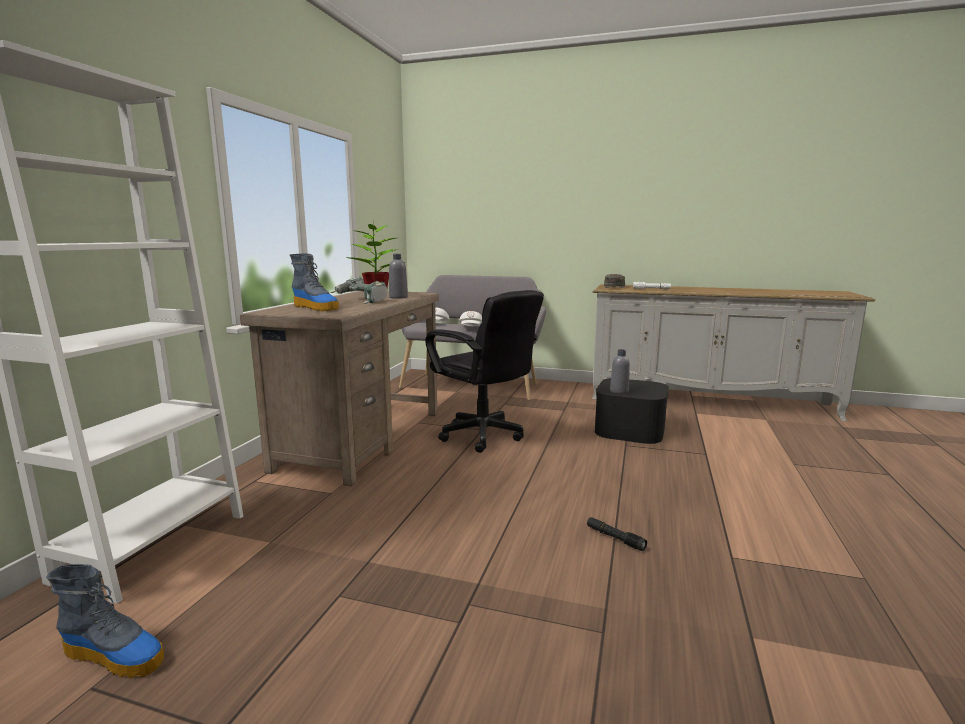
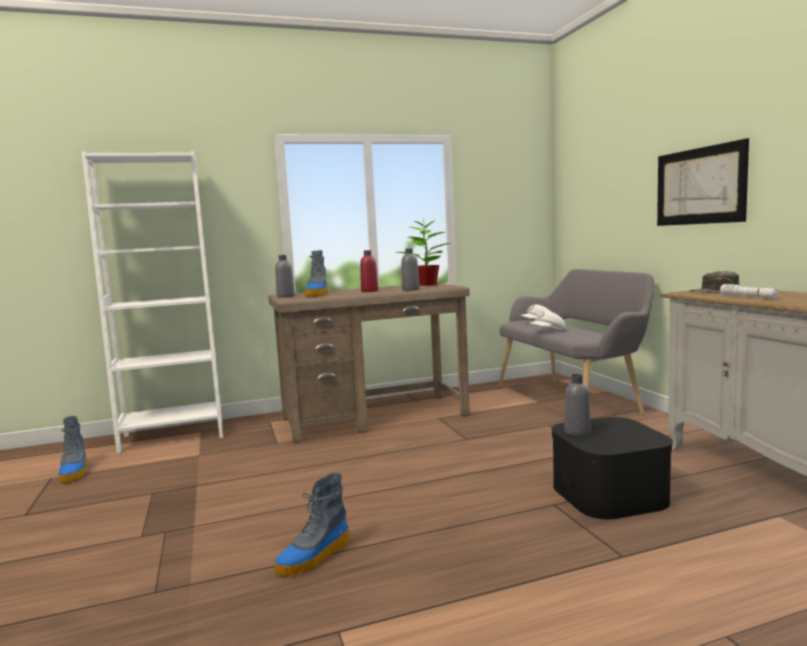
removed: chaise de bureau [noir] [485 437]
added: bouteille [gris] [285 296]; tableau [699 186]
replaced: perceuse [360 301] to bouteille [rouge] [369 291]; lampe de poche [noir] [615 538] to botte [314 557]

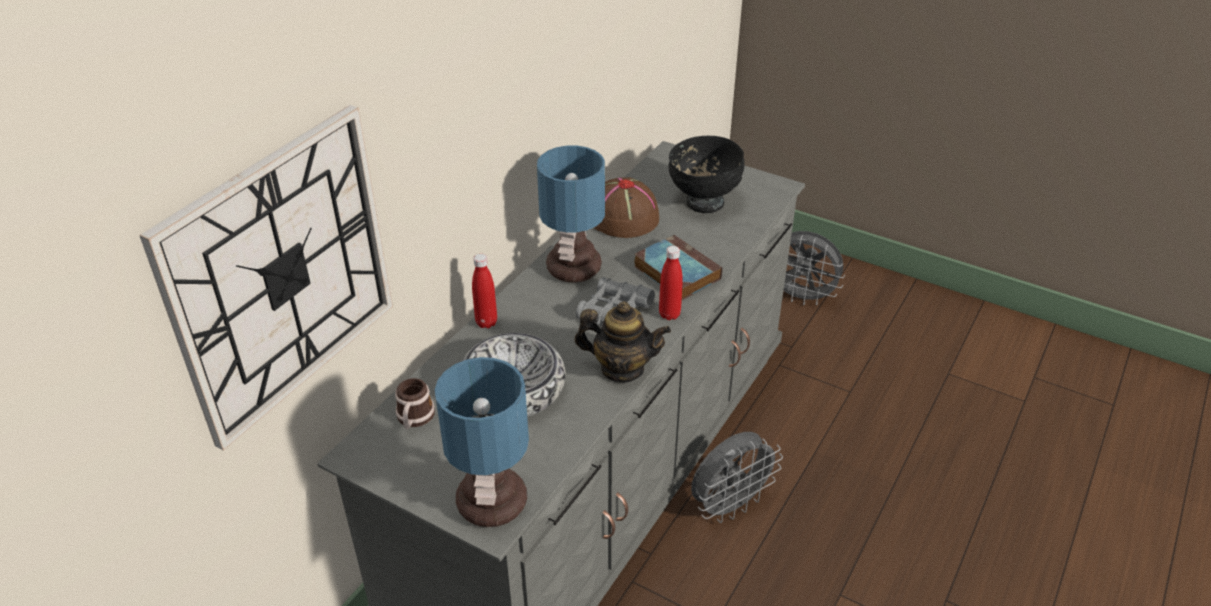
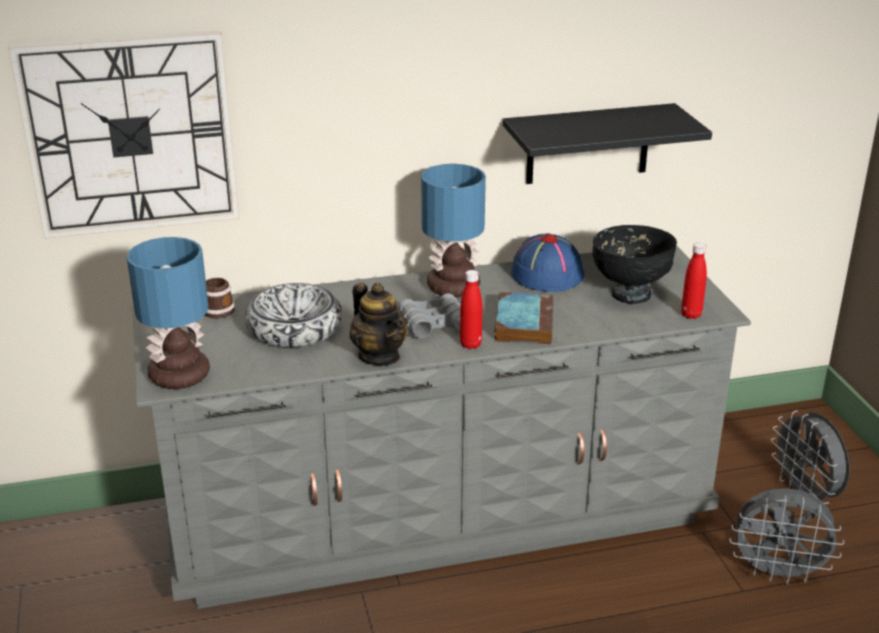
added: étagère [noir] [588 144]
moved: bouteille [rouge] [486 322] to [691 315]; ventilateur [gris] [729 506] to [778 573]
recoloured: chapeau [marron] [622 217] to chapeau [bleu] [546 274]

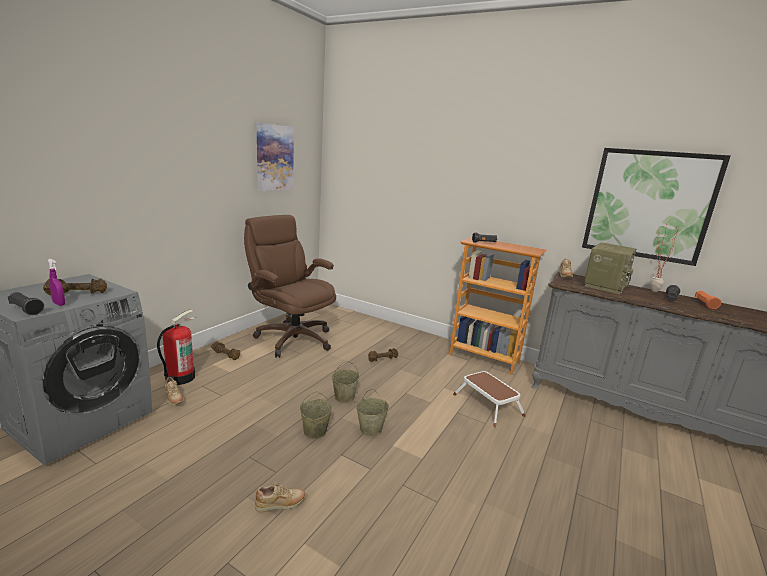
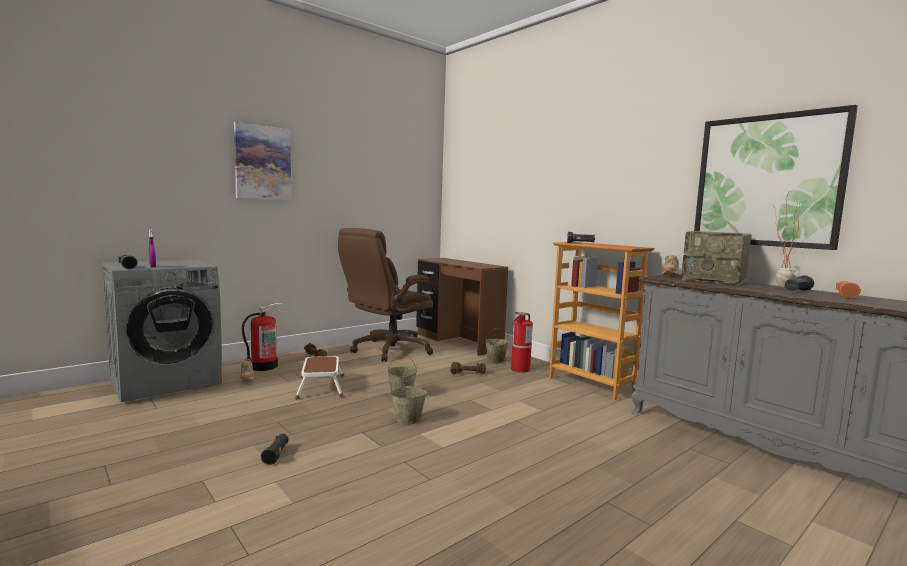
removed: haltère [marron] [78 294]
added: bureau [marron] [457 342]; extincteur [520 369]
moved: tableau [274 158] to [262 163]; seau [beige] [314 432] to [495 361]; escabeau [marron] [488 405] to [321 387]
replaced: chaussure [beige] [280 505] to lampe de poche [noir] [276 455]
turned: chaise de bureau [marron] [291 338] = [386 351] 105 degrees counterclockwise; radio [605 285] = [714 281] 75 degrees clockwise

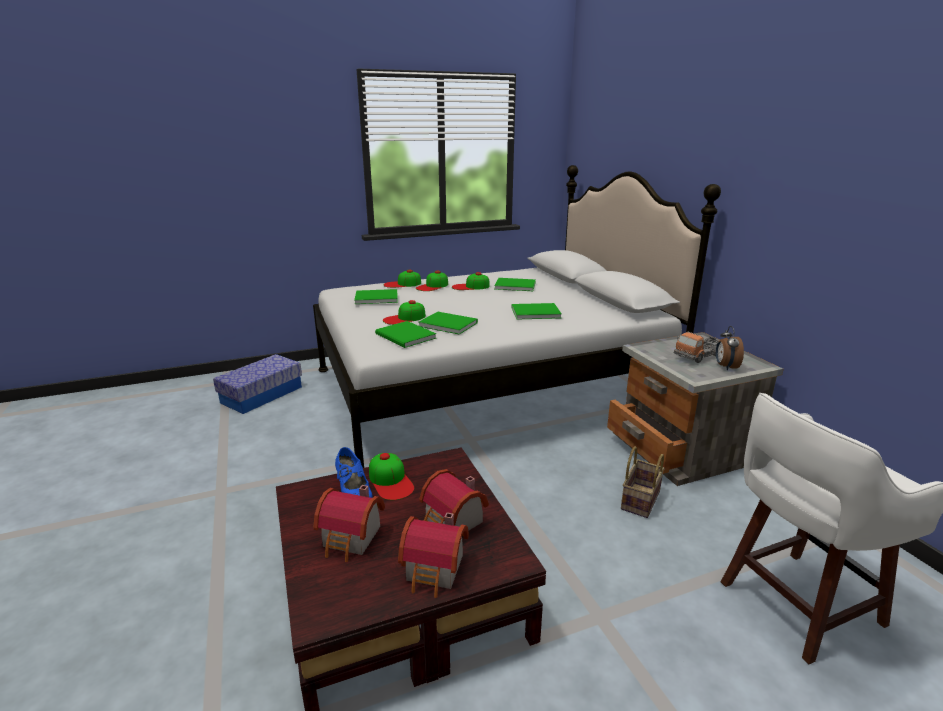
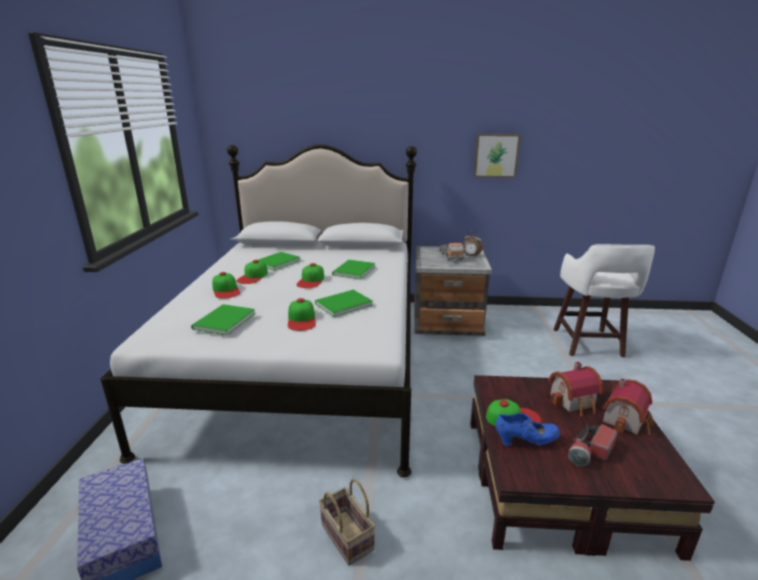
removed: livre [vert] [405 337]
added: tableau [496 155]
moved: casquette [402 284] to [311 280]; panier [639 499] to [345 536]
replaced: maison miniature [351 539] to lampe de poche [590 452]

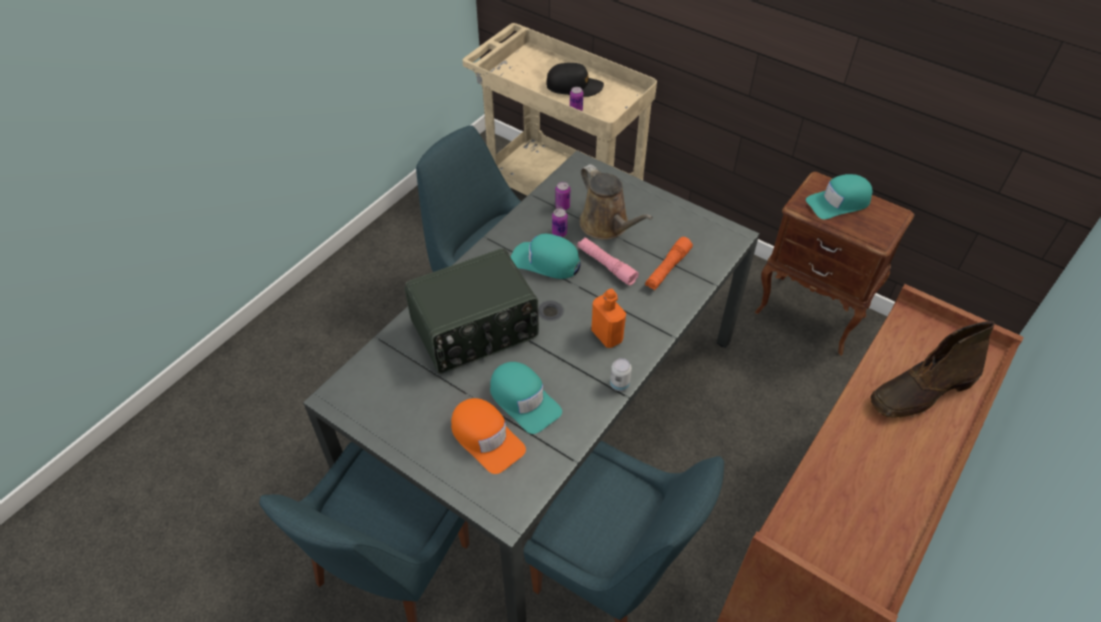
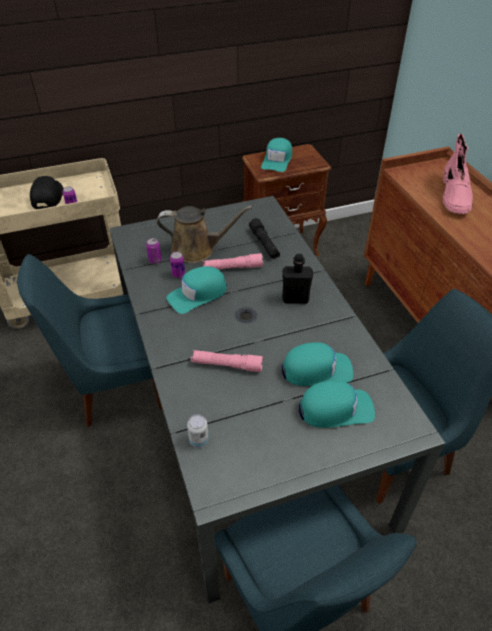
moved: boîte métallique [619 384] to [199 440]
replaced: radio [475 331] to lampe de poche [rose] [227 365]
recoloured: casquette [orange] [486 438] to casquette [turquoise] [336 409]; bouteille [orange] [607 336] to bouteille [noir] [295 299]; lampe de poche [orange] [667 269] to lampe de poche [noir] [264 244]; botte [marron] [921 392] to botte [rose] [455 196]
turned: casquette [noir] [574 86] = [48 197] 45 degrees counterclockwise

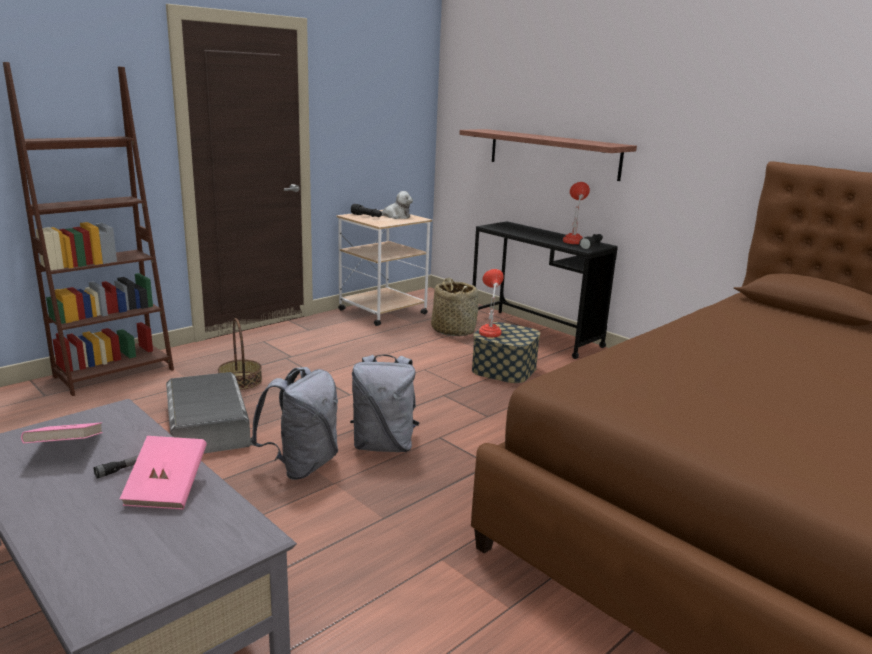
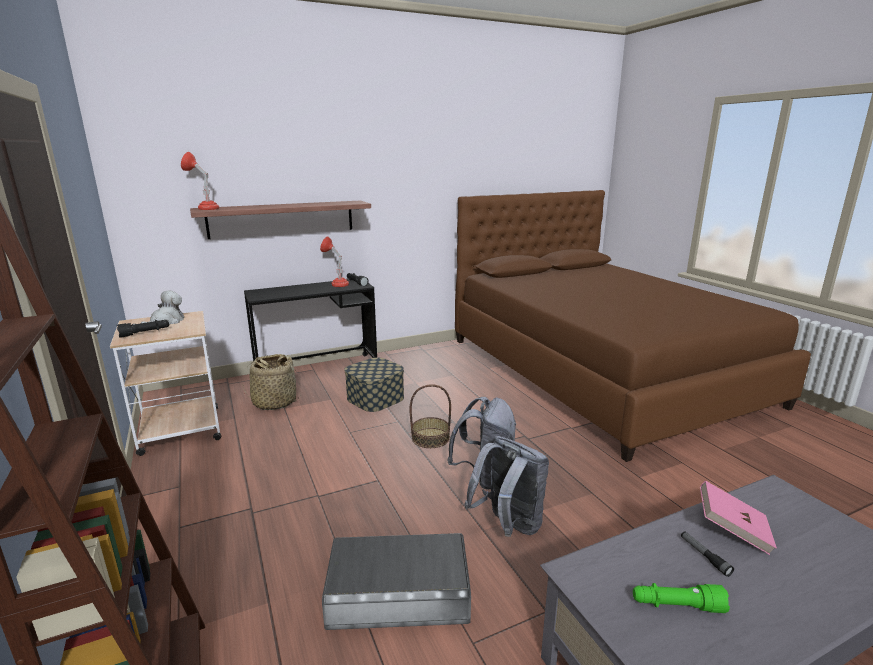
moved: panier [240 381] to [430 438]; lampe de table [rouge] [489 331] to [204 208]
replaced: livre [rose] [66 449] to lampe de poche [vert] [676 606]

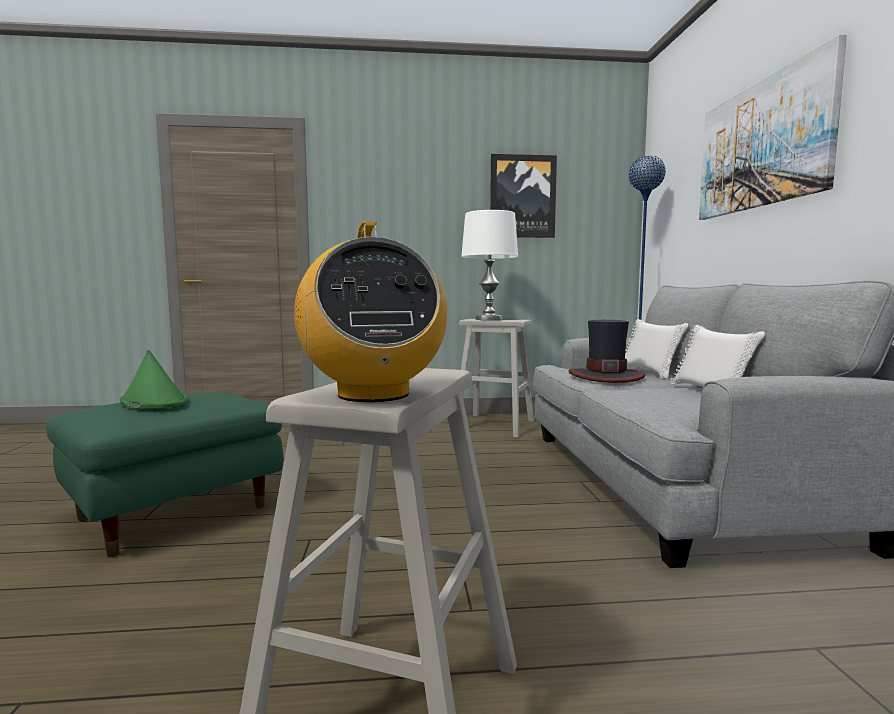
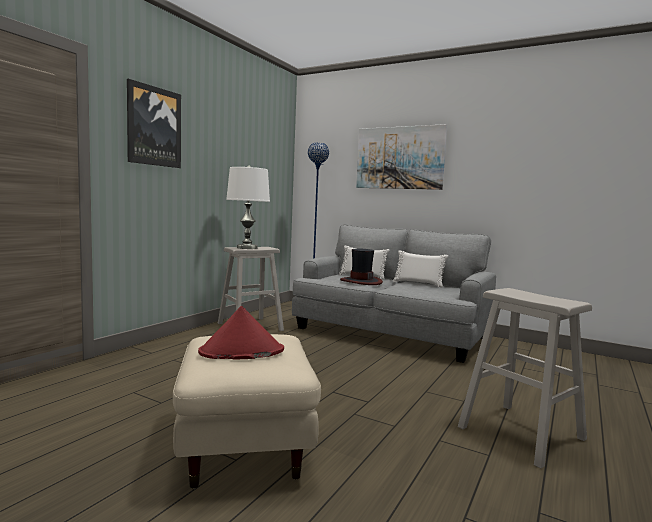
removed: radio [373 394]
moved: tableau [522 197] to [154 126]
recoloured: pouf [vert] [177 512] to pouf [beige] [244 445]; chapeau [vert] [153 402] to chapeau [rouge] [241 351]

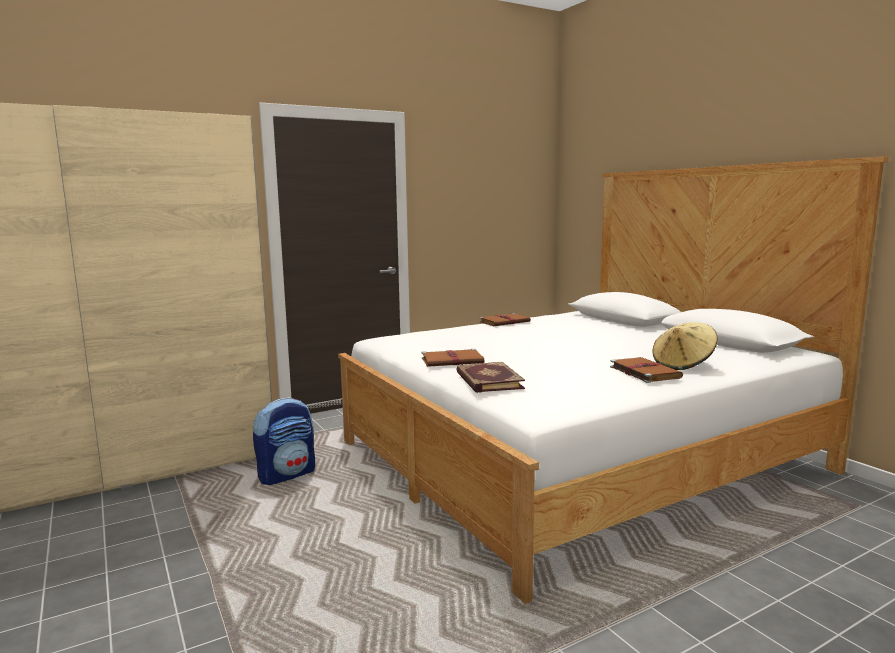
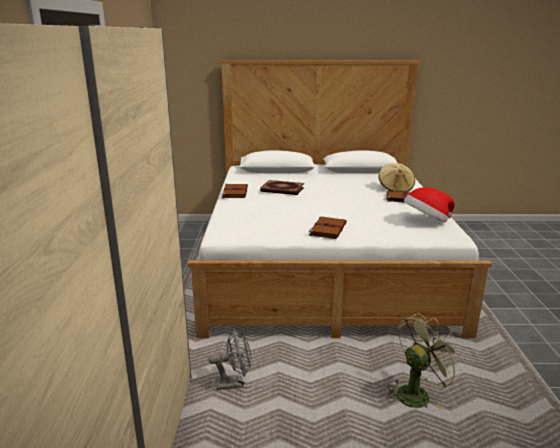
added: ventilateur [vert] [417 393]; chapeau [426 221]
moved: livre [488 380] to [282 190]
replaced: sac à dos [287 475] to ventilateur [gris] [234 383]

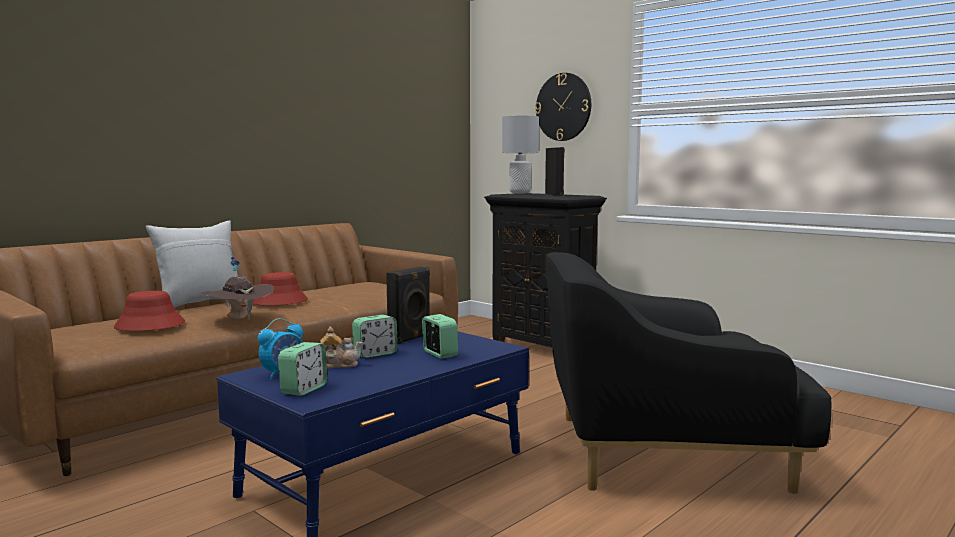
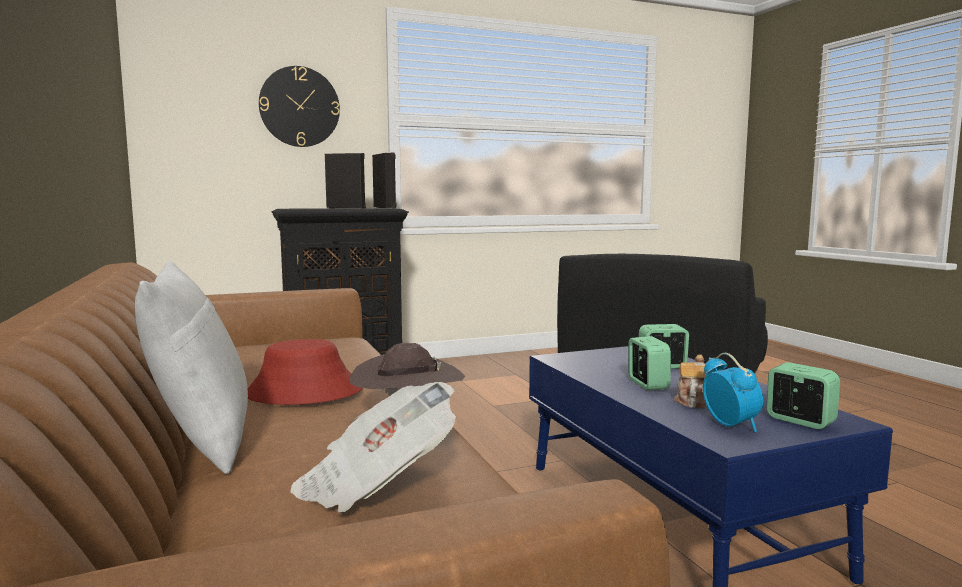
removed: lampe de table [gris] [520 193]
moved: enceinte [noir] [410 339] to [385 208]
replaced: chapeau [rouge] [149 325] to journal [375 484]

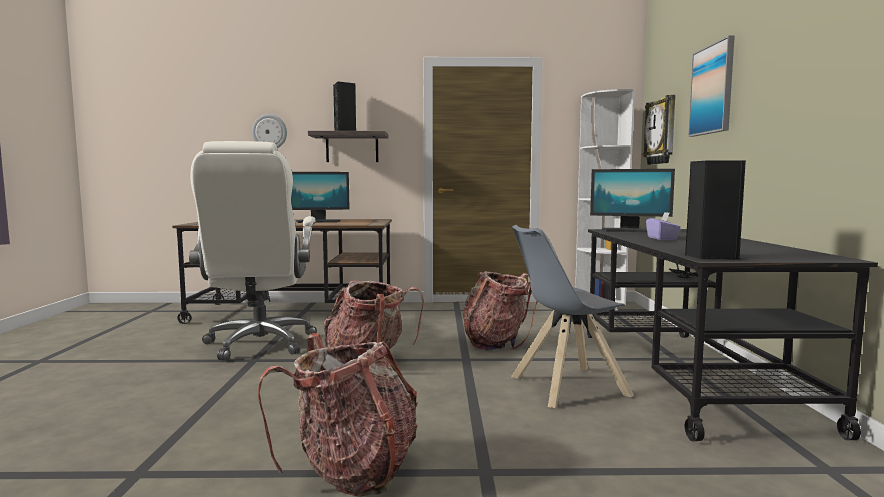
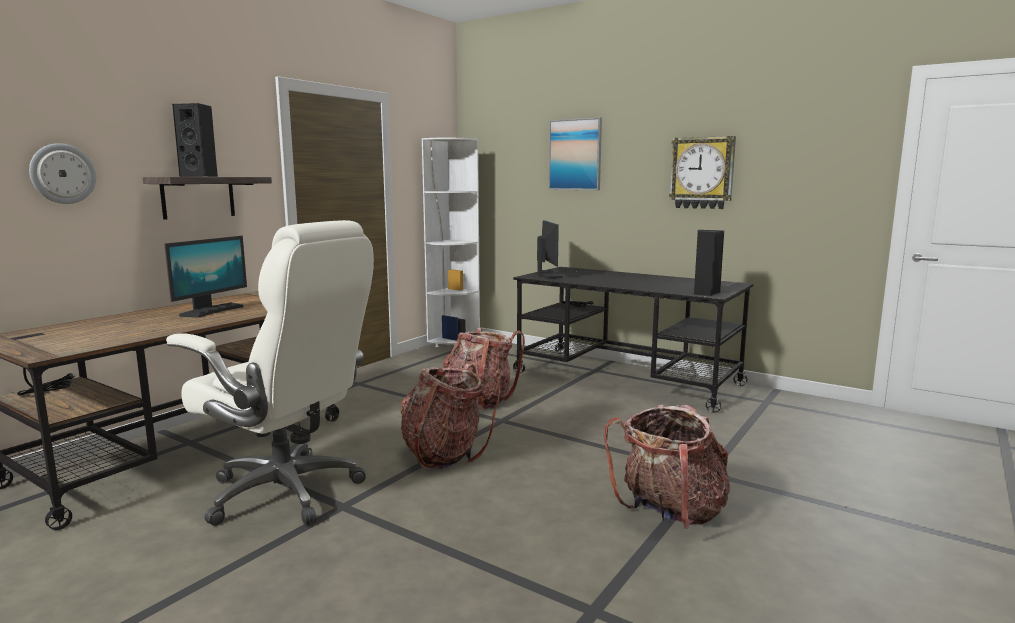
removed: chaise [gris] [565 387]; boîte à mouchoirs [violet] [662 238]
moved: horloge murale [661 131] to [702 173]
turned: écran d'ordinateur [629 231] = [548 275] 60 degrees counterclockwise

